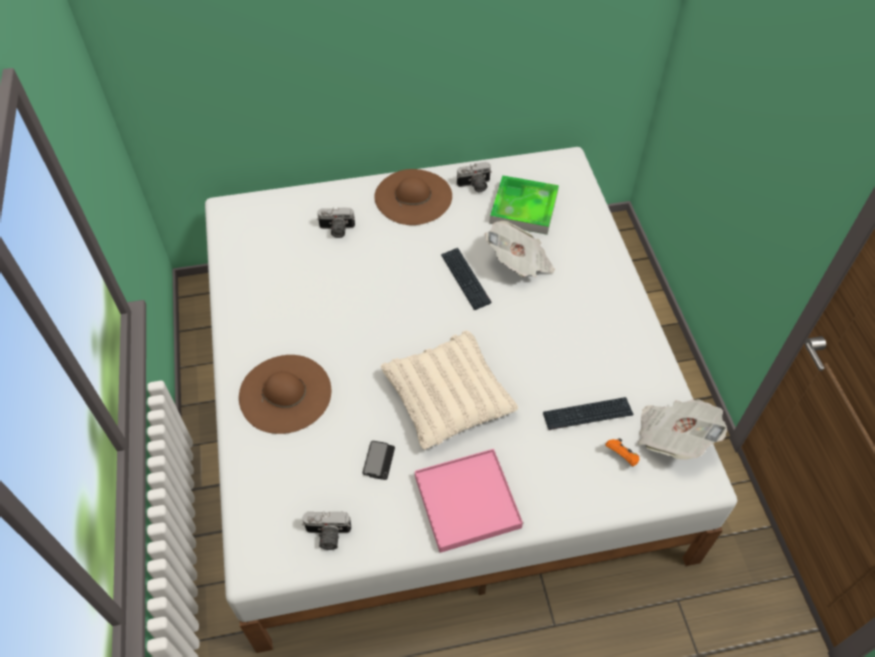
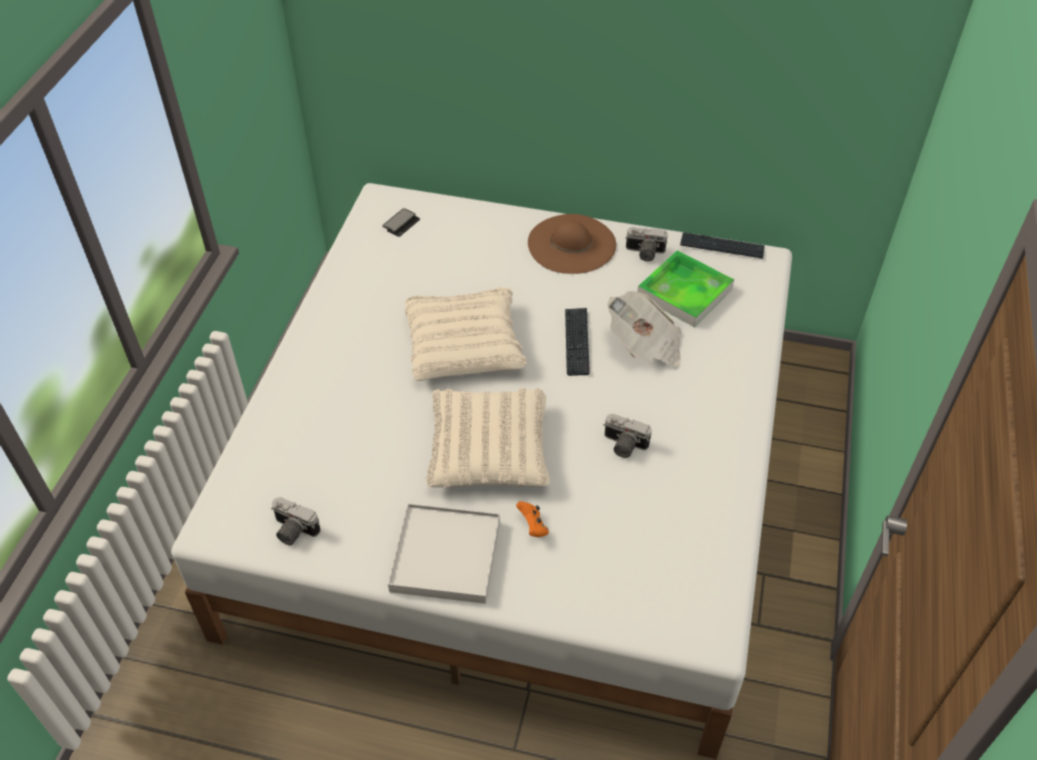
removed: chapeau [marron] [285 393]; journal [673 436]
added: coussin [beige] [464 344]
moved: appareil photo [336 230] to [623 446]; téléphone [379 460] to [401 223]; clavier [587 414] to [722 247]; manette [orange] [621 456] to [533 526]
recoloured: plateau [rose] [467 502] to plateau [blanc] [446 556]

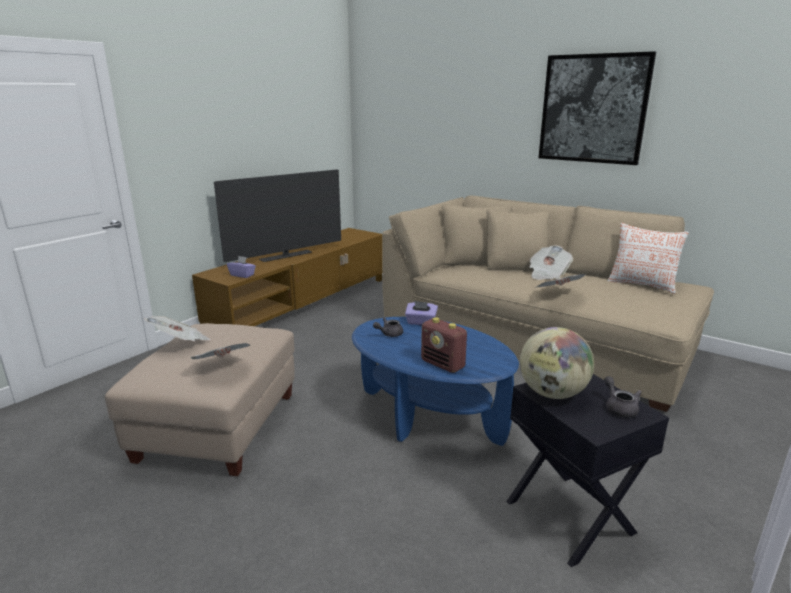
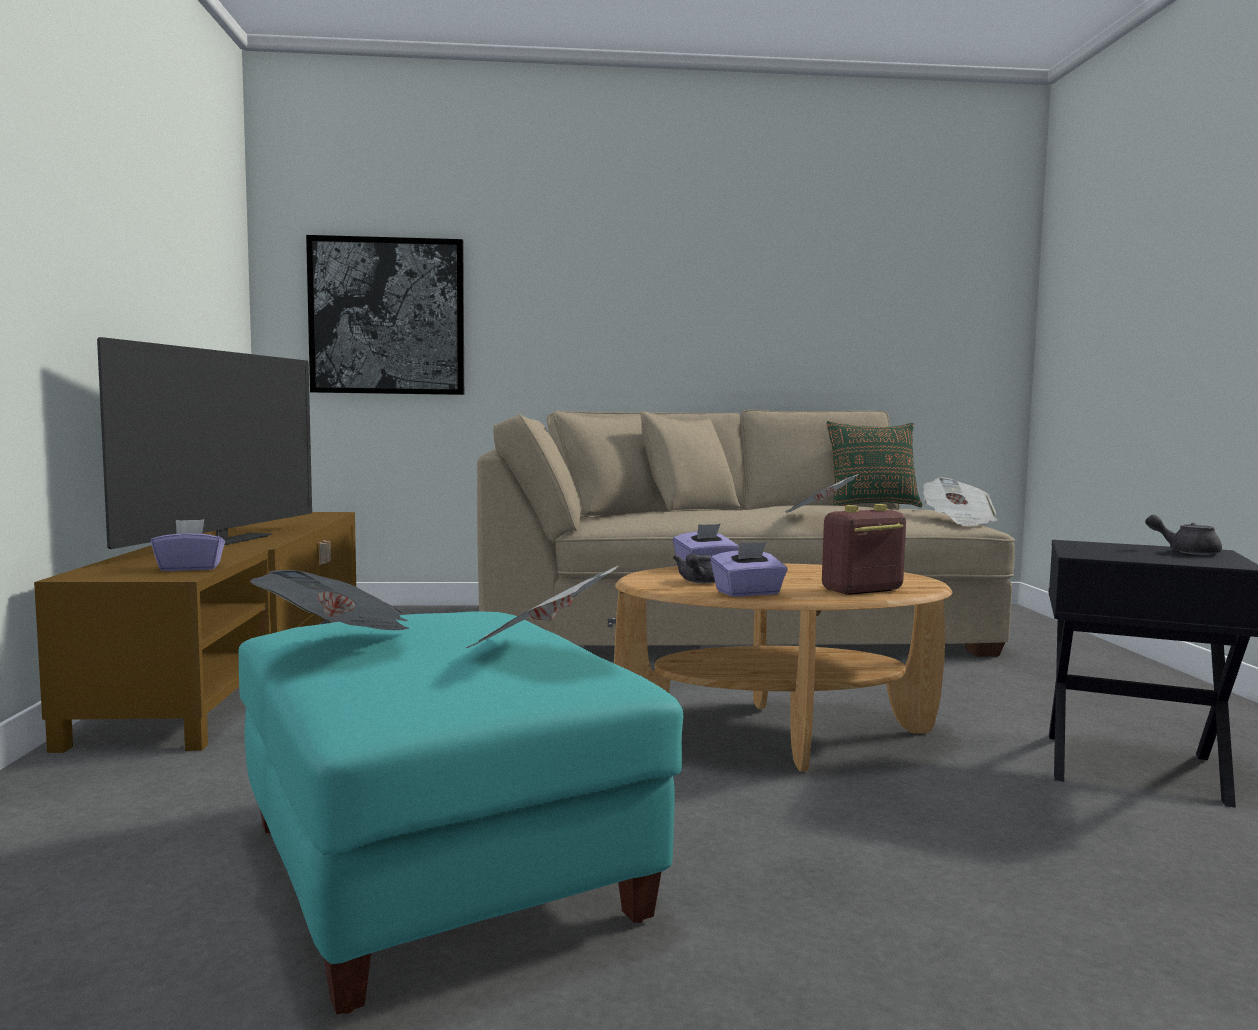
removed: globe [552 393]
added: boîte à mouchoirs [violet] [748 593]
moved: journal [547 274] to [958 522]; tableau [593 109] to [387 316]
recoloured: pouf [beige] [218 427] to pouf [turquoise] [438 872]; table basse [bleu] [429 416] to table basse [marron] [778 734]; coussin [blanc] [642 285] to coussin [vert] [872 506]
turned: radio [443 365] = [861 590] 150 degrees clockwise

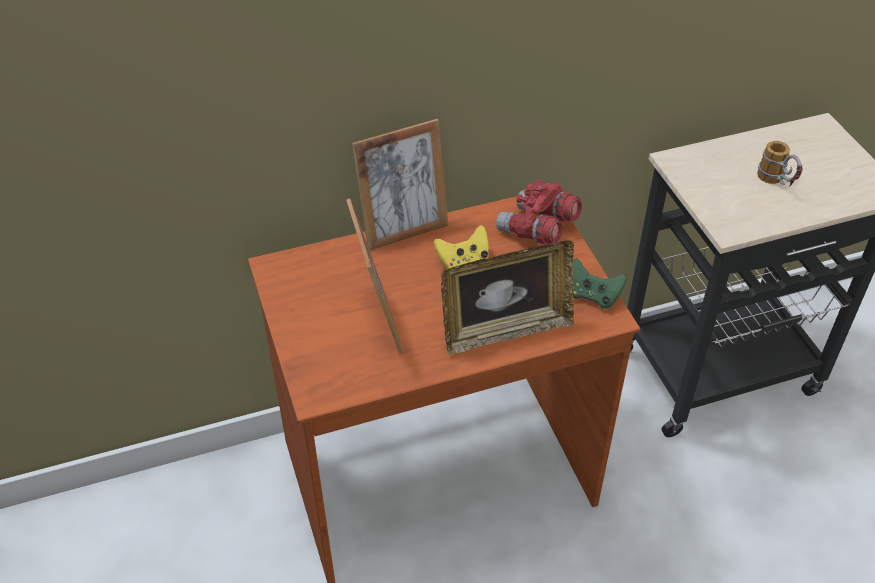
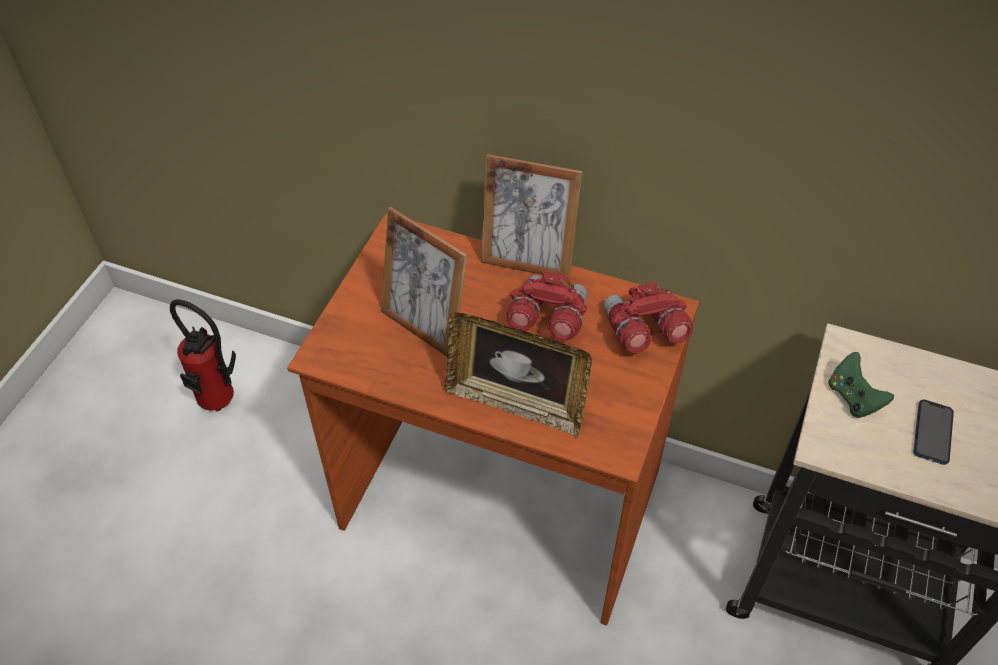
added: extincteur [220 404]
moved: manette [vert] [592 296] to [853 397]
replaced: manette [jaune] [463 261] to jumelles [rouge] [547 320]; mug [776 183] to téléphone [932 433]
turned: cadre photo [377 321] = [425 326] 105 degrees clockwise

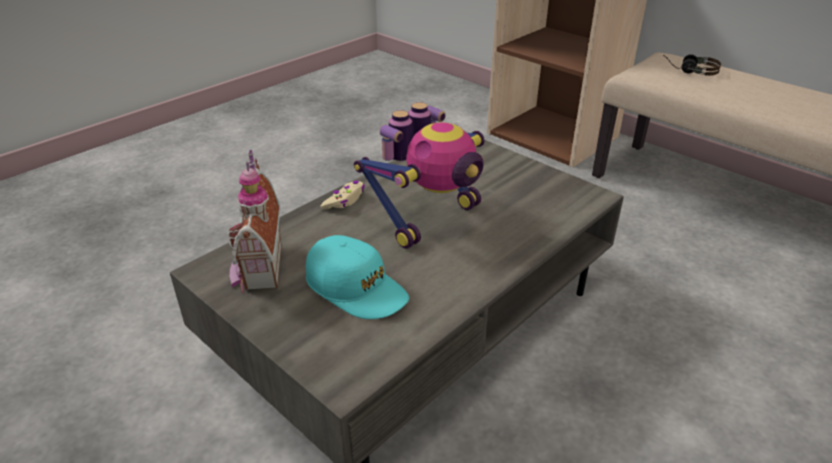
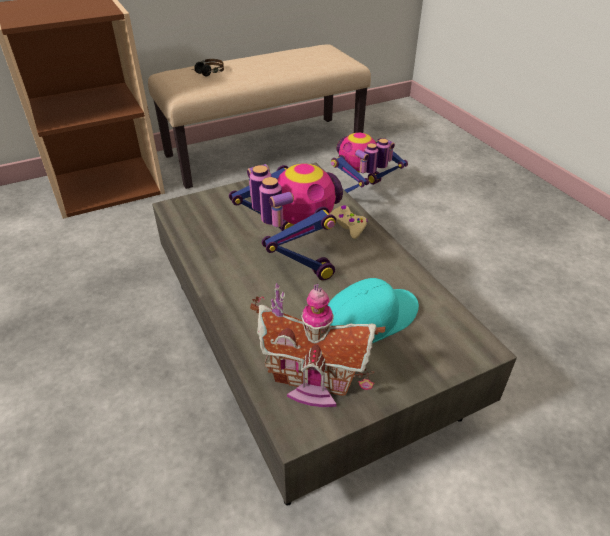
added: robot jouet [361 195]
moved: manette [beige] [344 200] to [347 226]

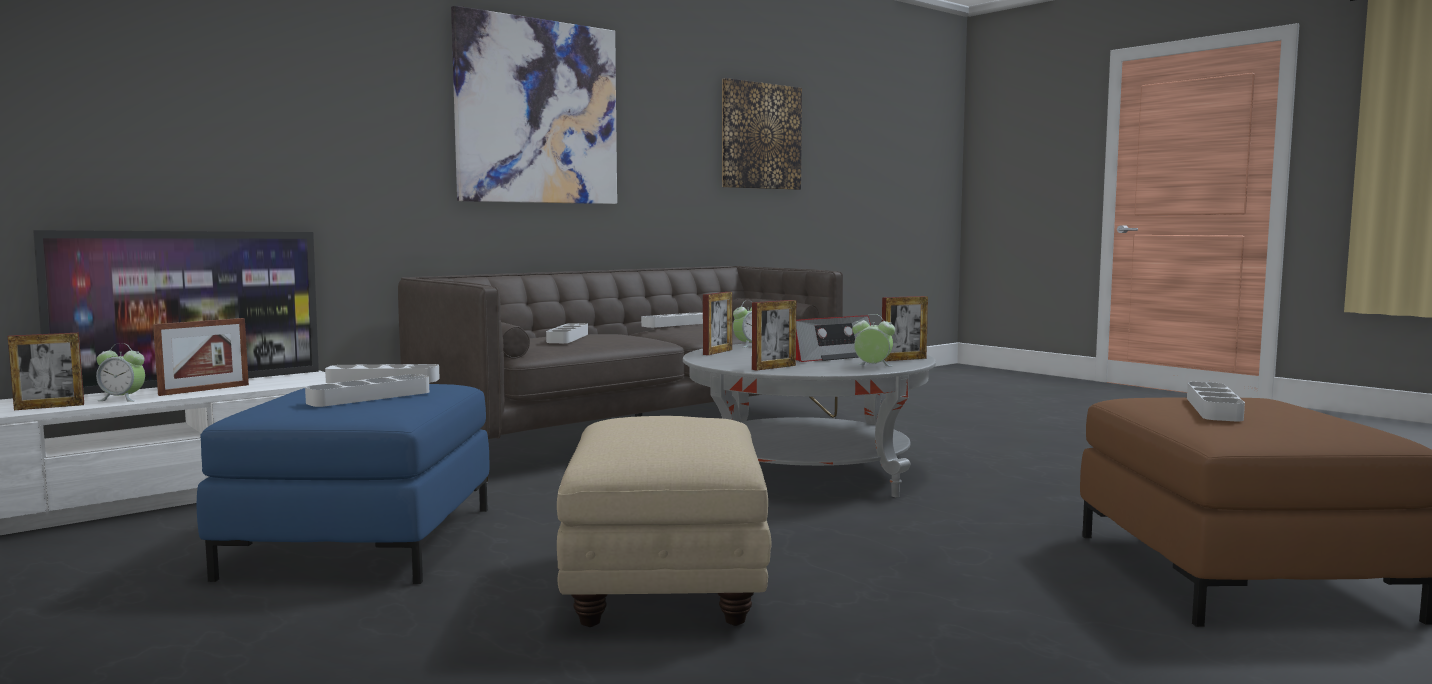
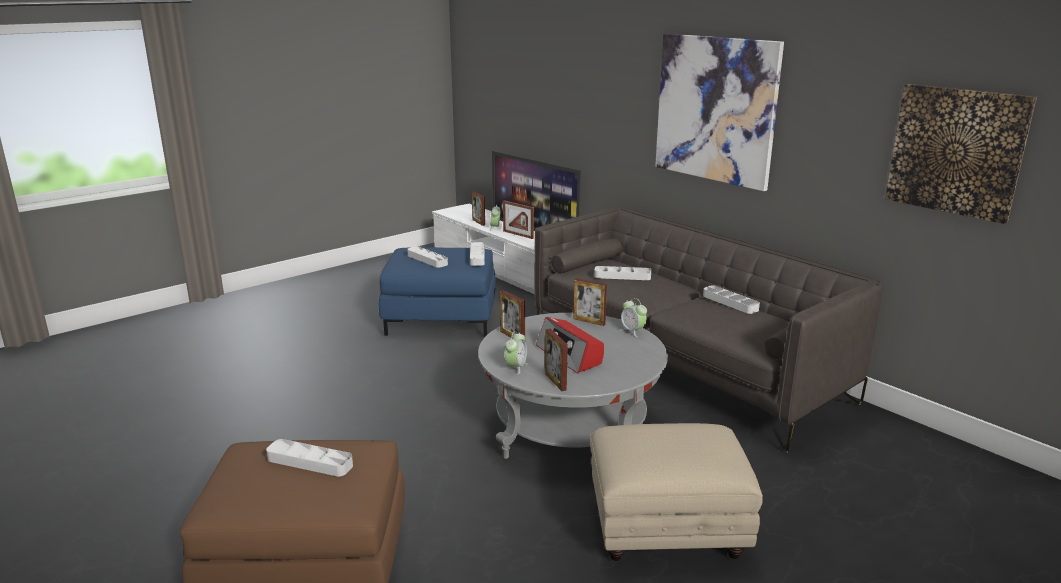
moved: pouf [beige] [666 588] to [665 530]

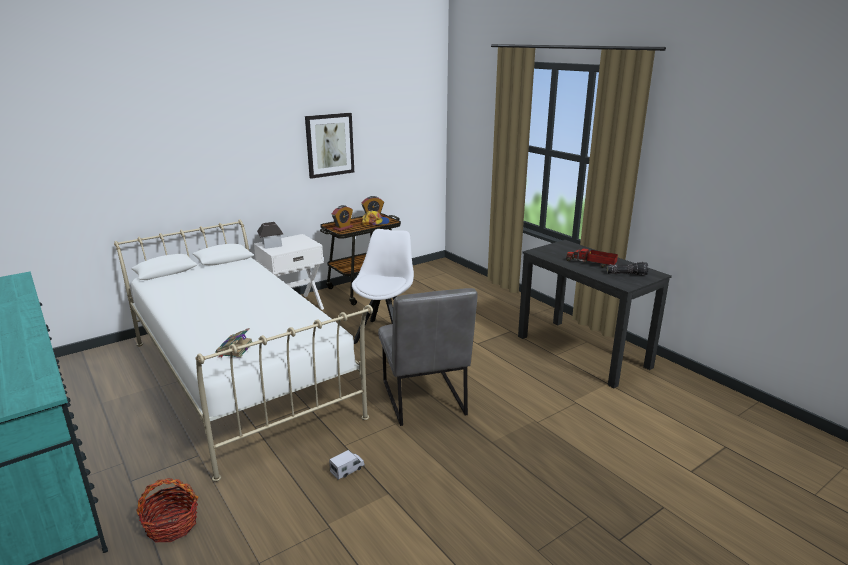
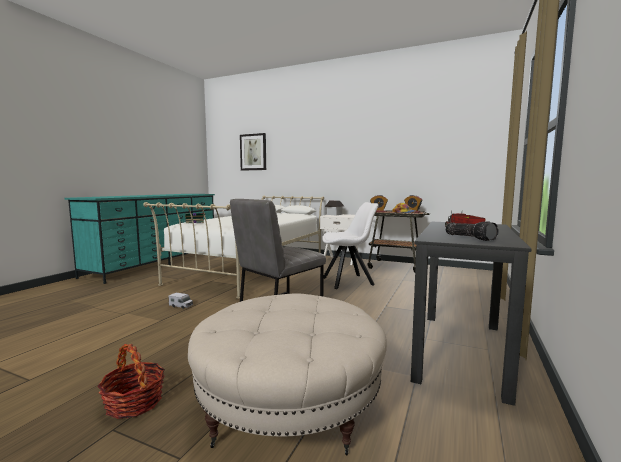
added: pouf [beige] [288 405]
moved: panier [172 525] to [134 403]; tableau [329 145] to [253 152]

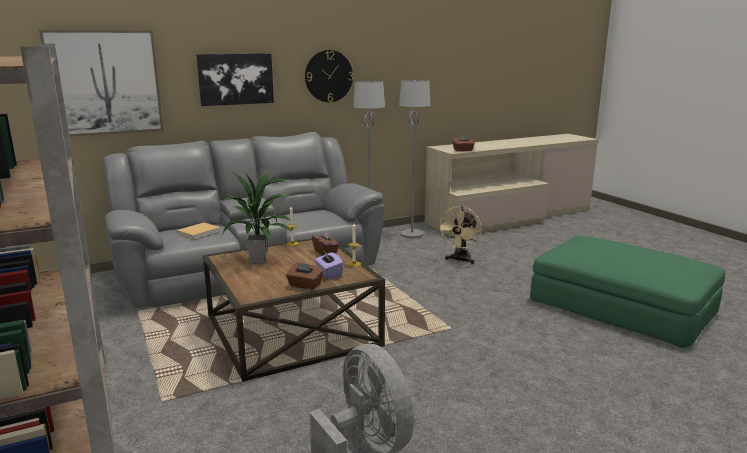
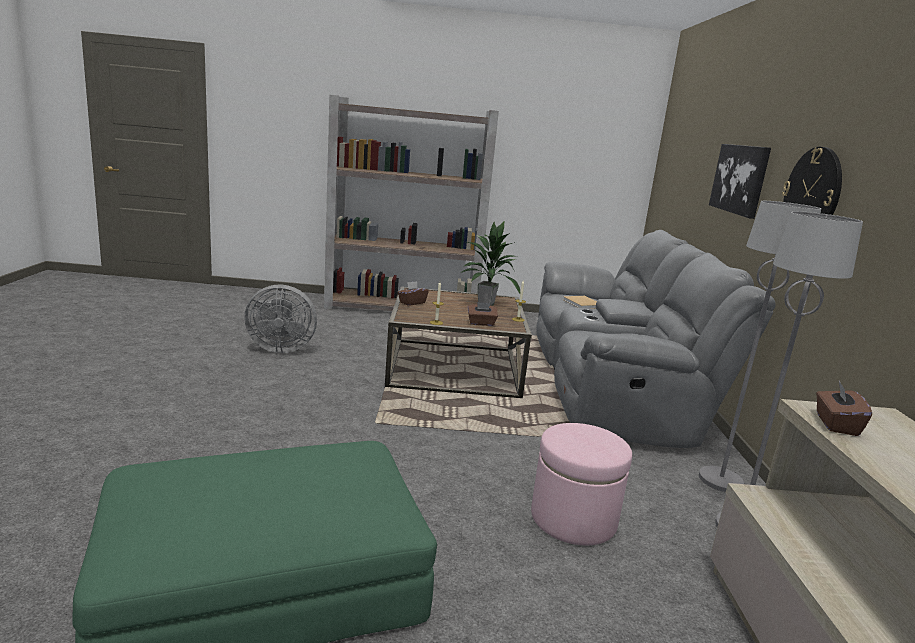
removed: tableau [105 83]; boîte à mouchoirs [violet] [329 274]
replaced: ventilateur [beige] [460 260] to pouf [rose] [573 518]

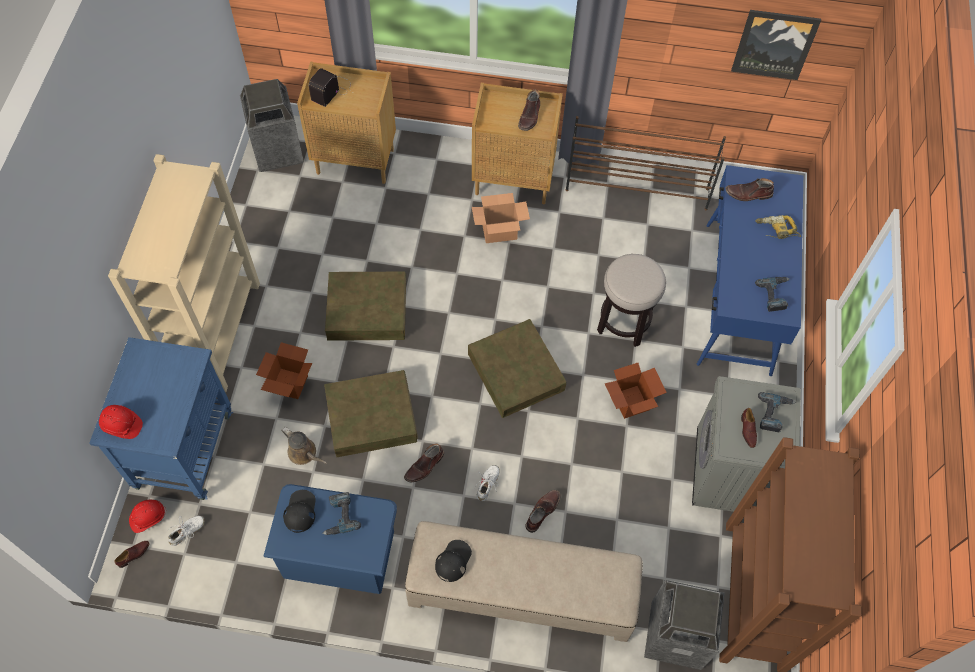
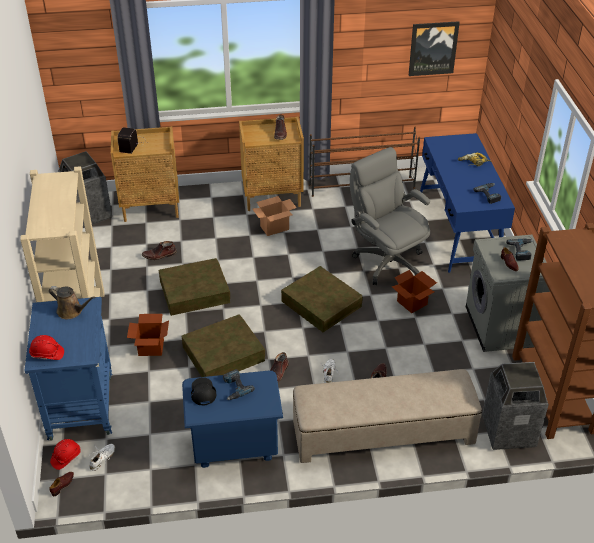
removed: casquette [noir] [453 561]
moved: arrosoir [marron] [304 453] to [72 311]; botte [marron] [748 194] to [159 255]
replaced: tabouret [624 322] to chaise de bureau [gris] [386 259]

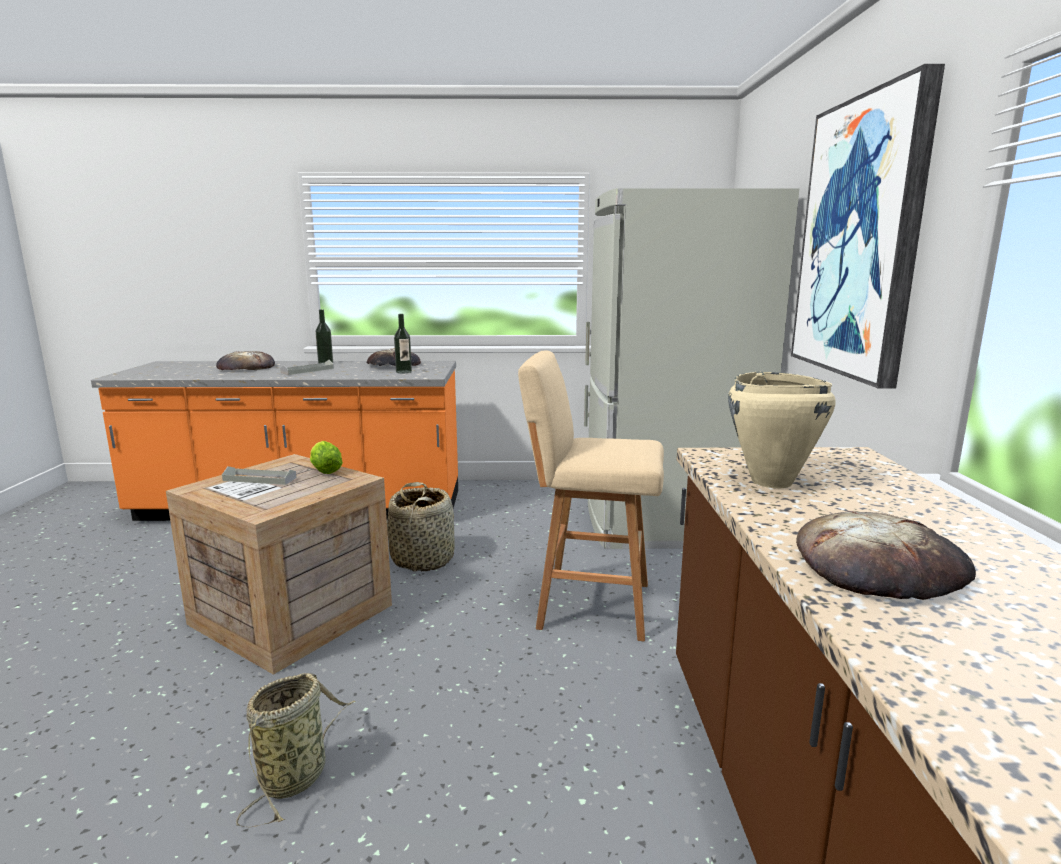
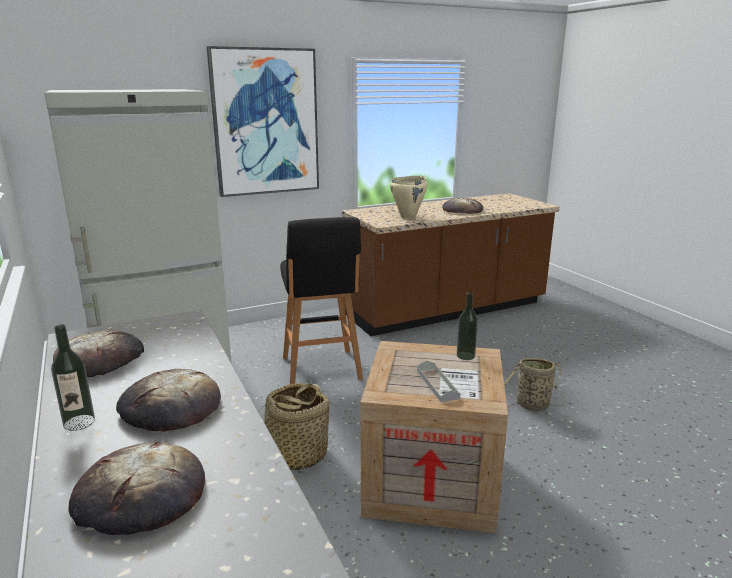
removed: laitue [325 470]
moved: bouteille [403 372] to [465 356]
replaced: plateau [gris] [307 370] to pain [170 406]
recoloured: tabouret [beige] [589 604] to tabouret [noir] [322 370]

